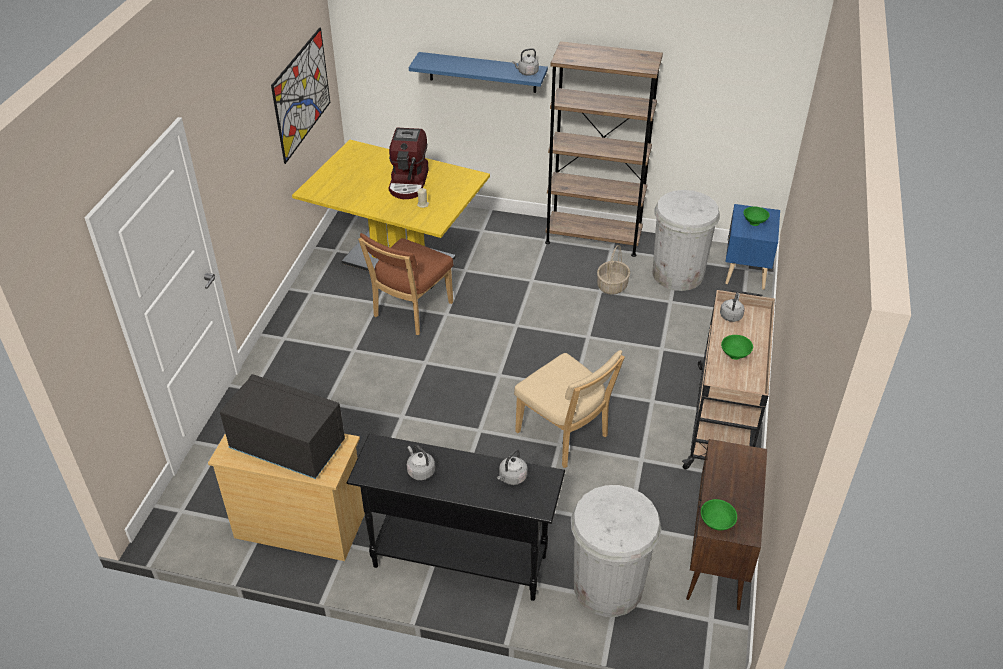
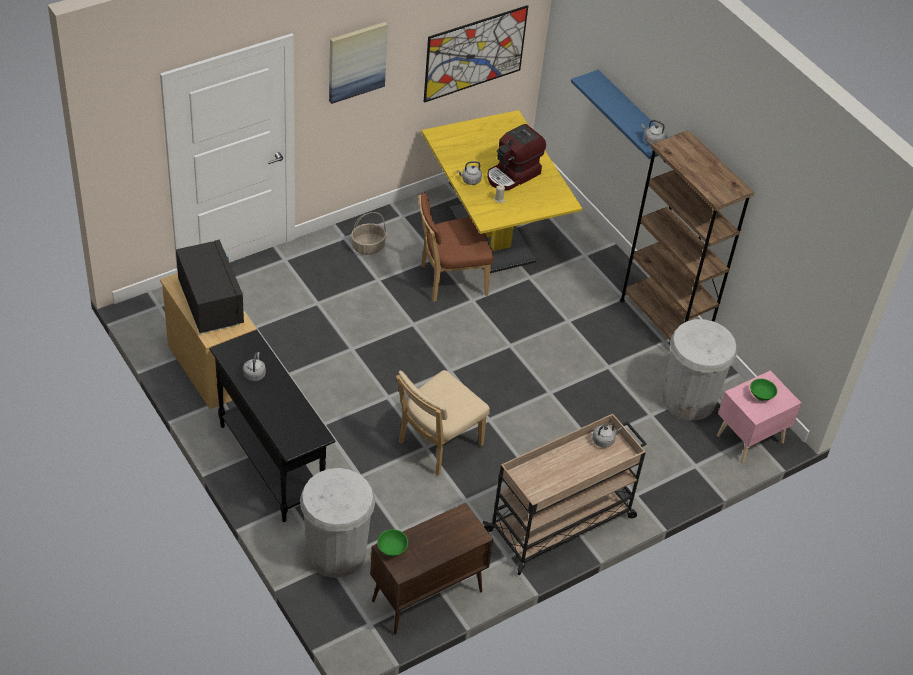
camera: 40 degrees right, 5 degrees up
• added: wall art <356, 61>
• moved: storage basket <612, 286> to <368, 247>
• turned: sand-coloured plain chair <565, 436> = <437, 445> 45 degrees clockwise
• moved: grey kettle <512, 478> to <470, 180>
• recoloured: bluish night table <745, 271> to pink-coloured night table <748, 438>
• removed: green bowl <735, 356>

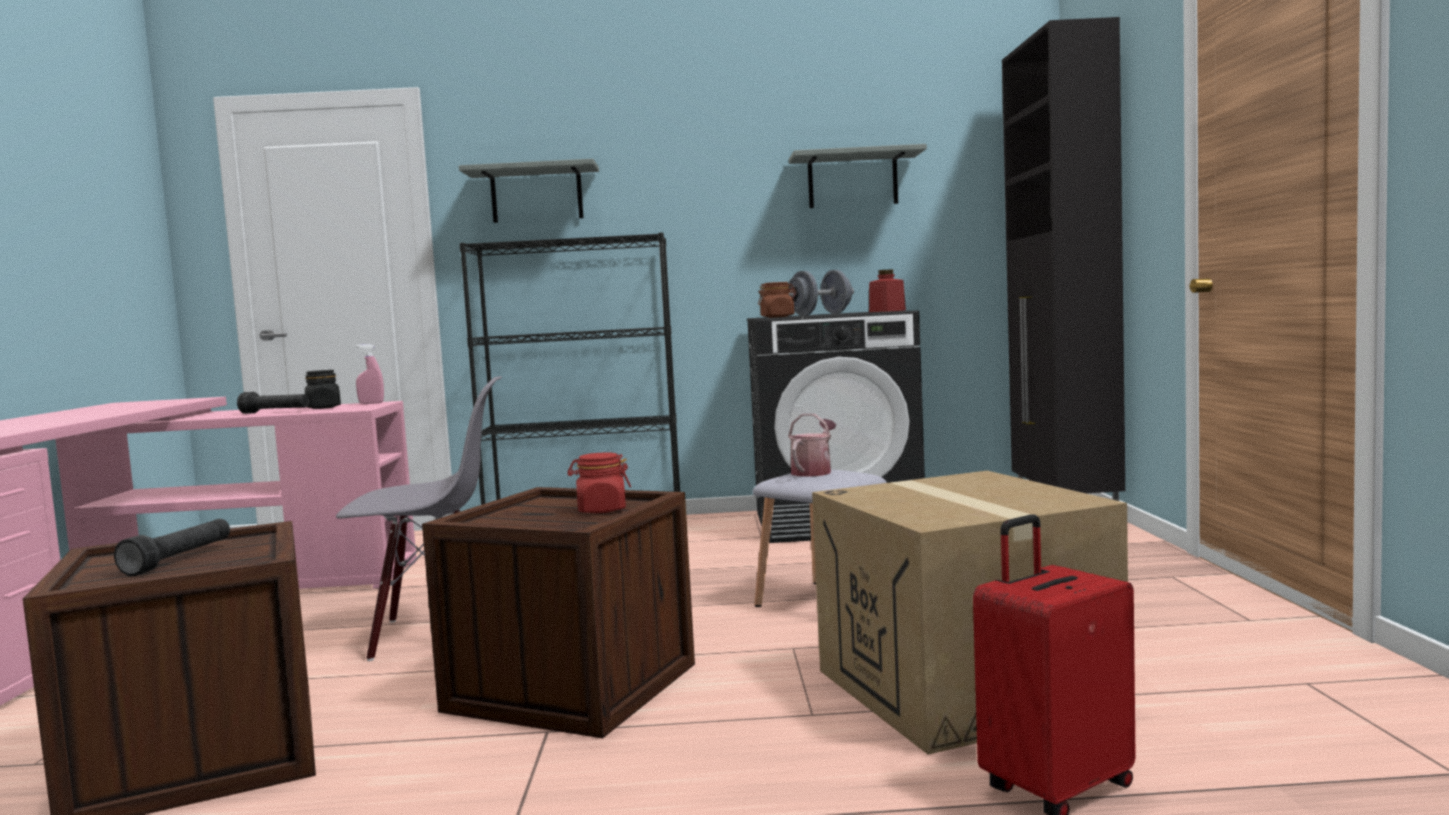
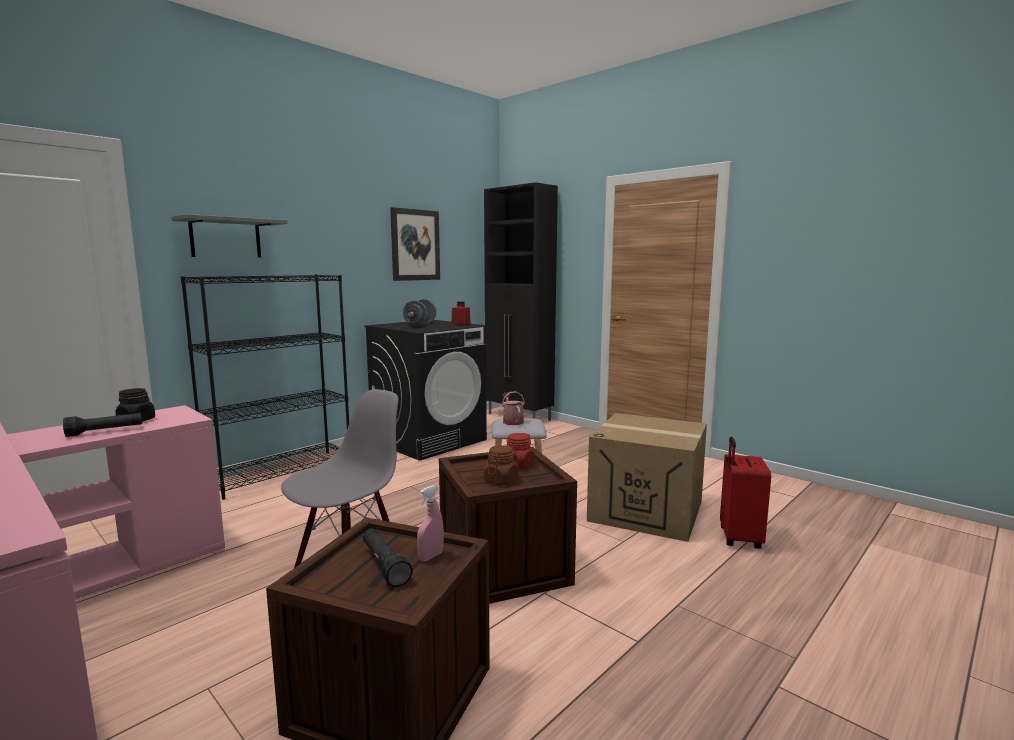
camera: 45 degrees left, 5 degrees up
• replaced: grey shelf <852, 180> to wall art <415, 245>
• moved: pink-coloured hand sprayer <371, 403> to <431, 556>
• moved: brown preserve jar <777, 317> to <501, 480>

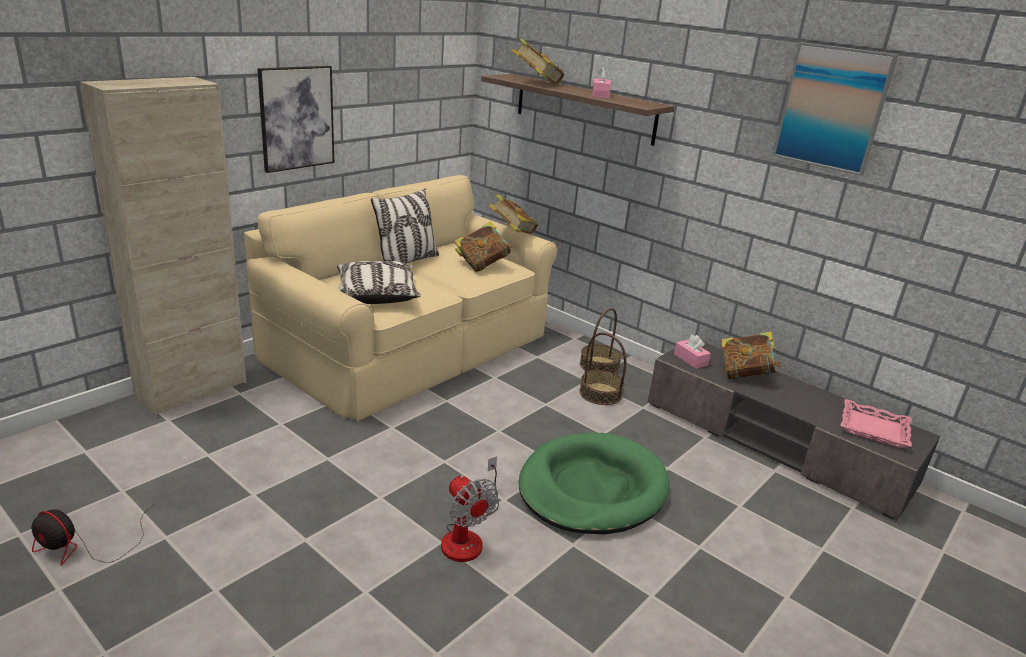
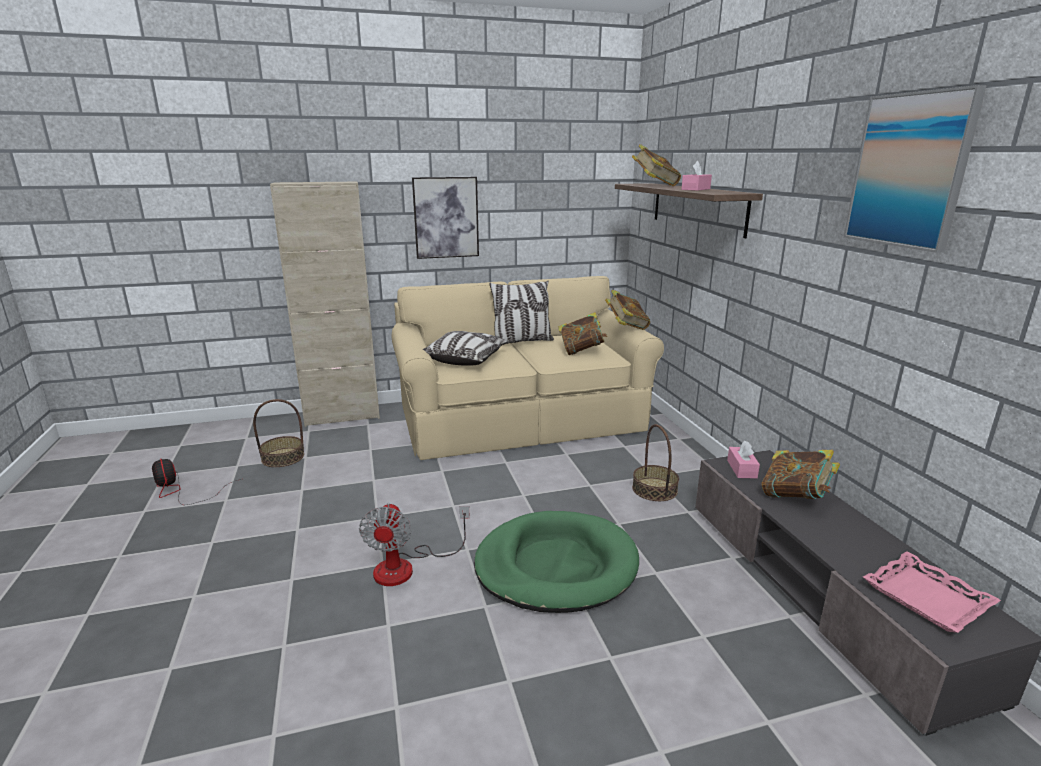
camera: 35 degrees right, 5 degrees down
• moved: storage basket <599, 365> to <283, 457>

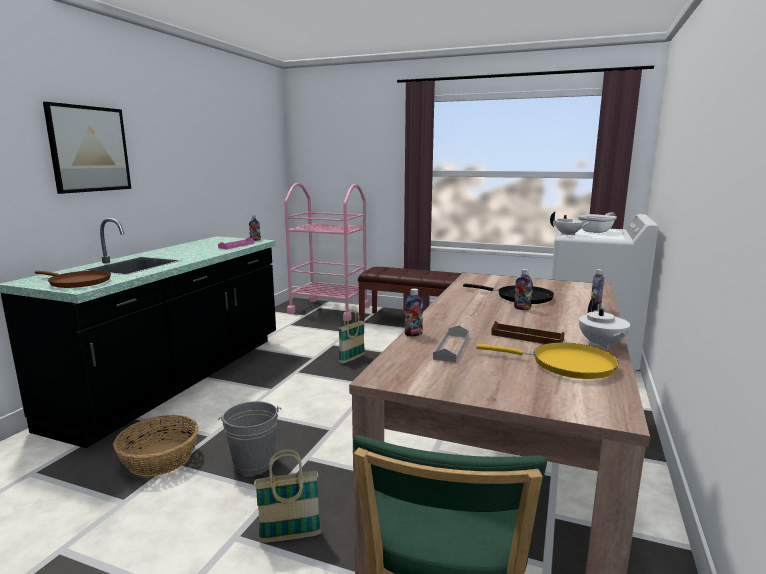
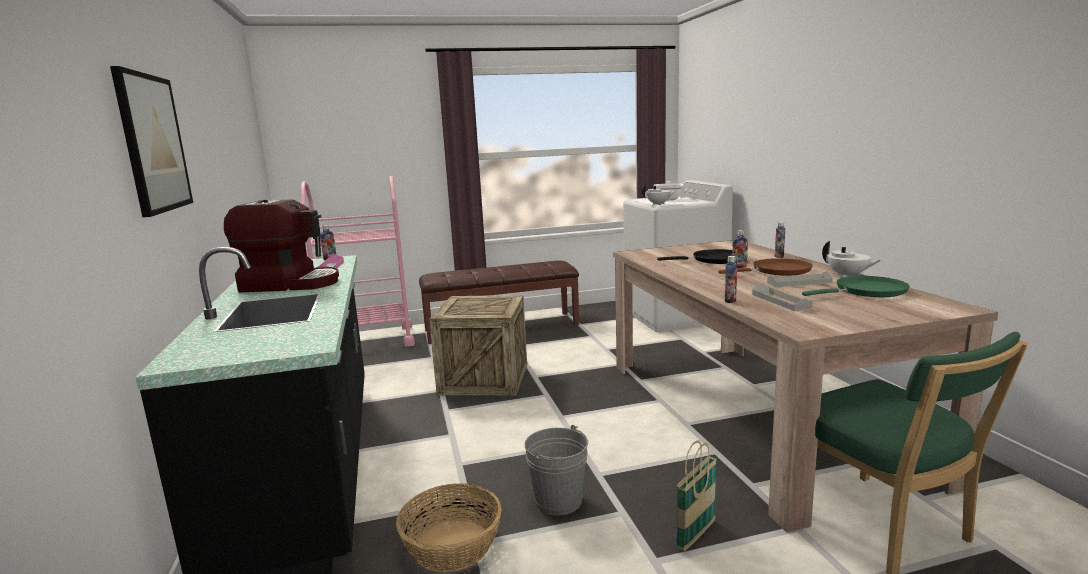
camera: 35 degrees left, 0 degrees up
• added: coffee brewer <291, 284>
• replaced: storage basket <352, 359> to shipping crate <484, 379>
• moved: brown skillet <77, 282> to <777, 271>
• recoloured: brown tray <527, 337> to grey tray <799, 283>
• recoloured: yellow-coloured skillet <566, 364> to green skillet <866, 291>

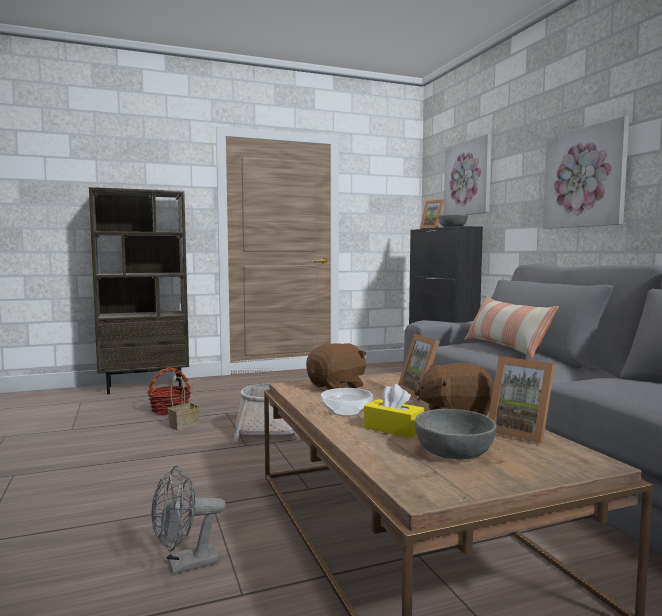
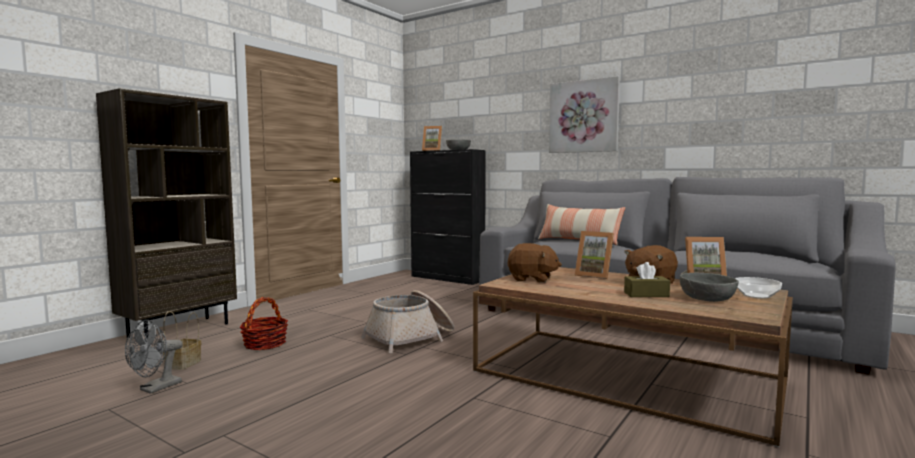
camera: 35 degrees left, 0 degrees up
• moved: grey fan <185, 565> to <155, 388>
• moved: storage basket <183, 426> to <183, 364>
• turned: brown soft toy <337, 386> = <532, 279> 90 degrees clockwise
• recoloured: yellow-coloured tissue holder <393, 429> to brown tissue holder <646, 294>
• moved: bowl <347, 412> to <757, 296>
• removed: wall art <468, 178>

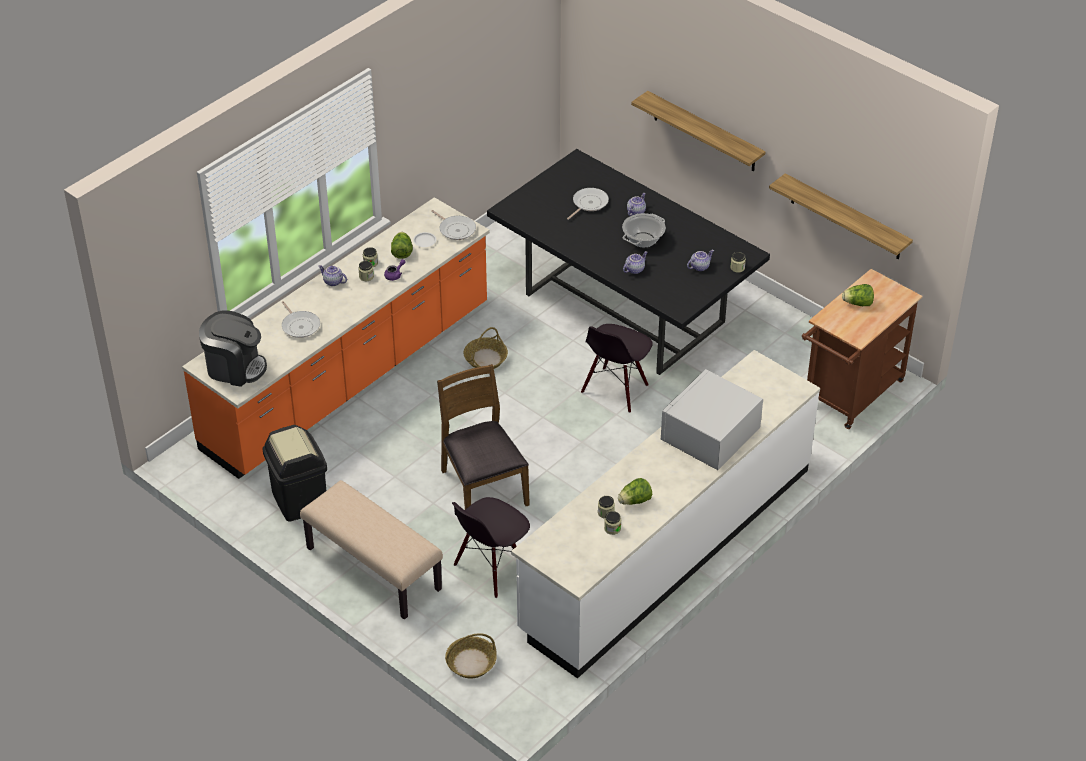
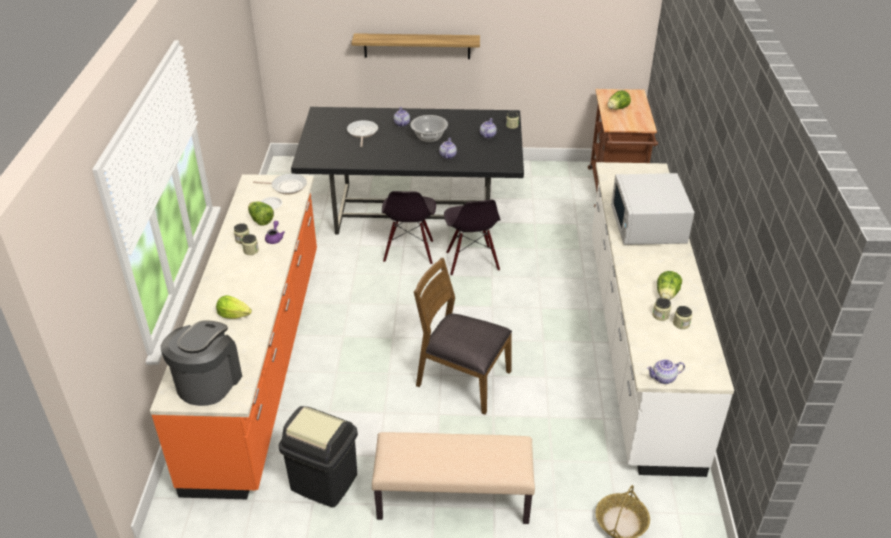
camera: 40 degrees left, 5 degrees down
• turned: coffee brewer <235, 367> = <208, 381> 45 degrees counterclockwise
• replaced: skillet <300, 325> to head of lettuce <233, 315>
• moved: black plain chair <491, 569> to <409, 252>
• moved: tea pot <333, 282> to <663, 378>
• removed: storage basket <485, 358>
• removed: shelf <846, 217>

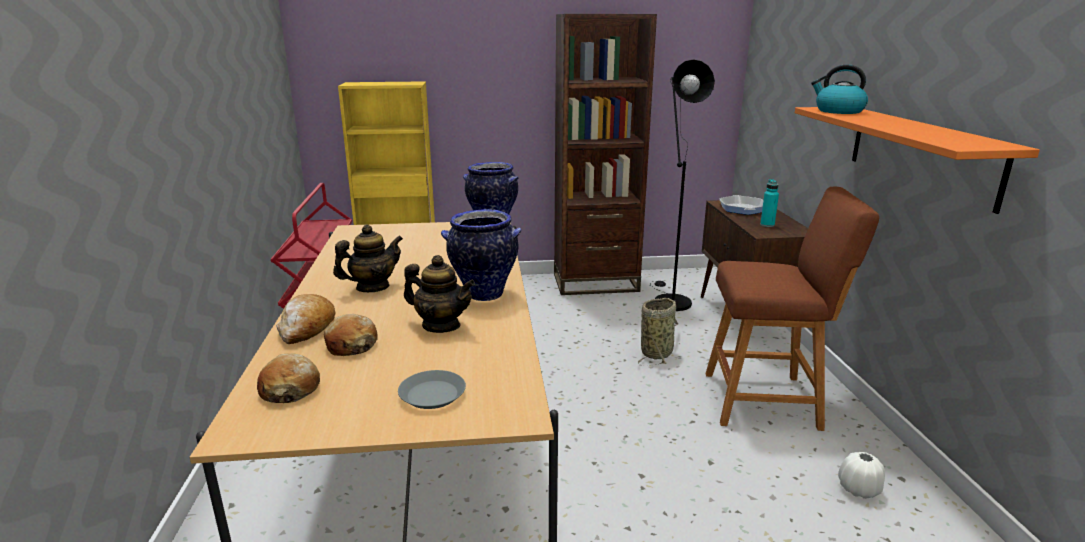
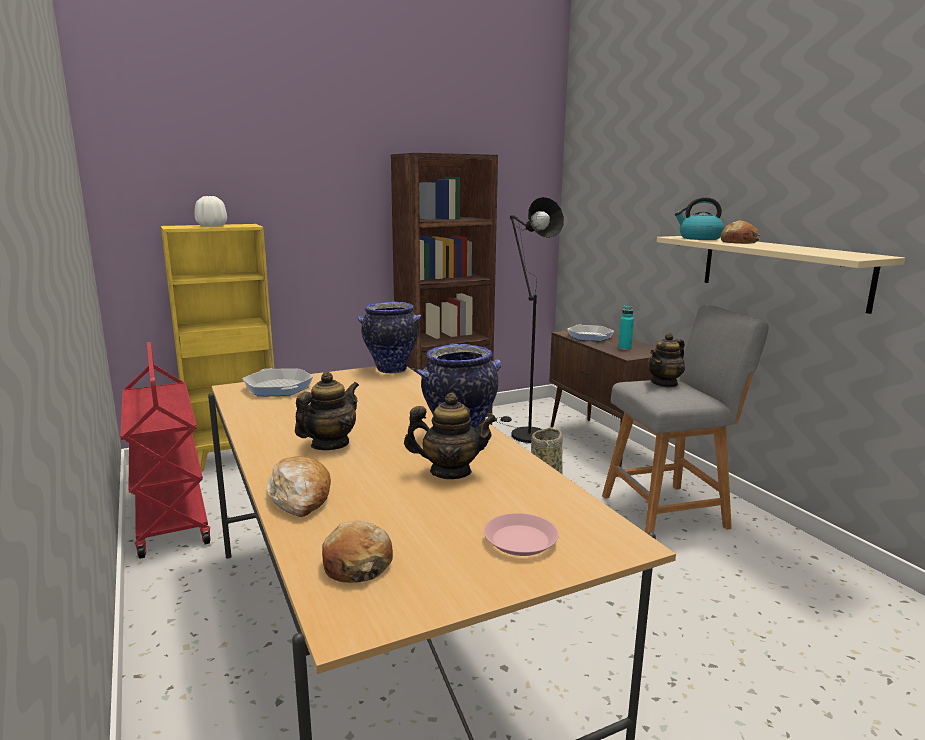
camera: 20 degrees left, 5 degrees down
• moved: whitish flower vase <858, 489> to <212, 226>
• added: skillet <278, 388>
• recoloured: grey flat dish <433, 394> to pink-coloured flat dish <520, 540>
• recoloured: brown stool <767, 400> to grey stool <669, 511>
• added: tea pot <665, 383>
• recoloured: orangey shelf <921, 153> to sand-coloured shelf <781, 270>
• moved: bread <351, 345> to <739, 242>

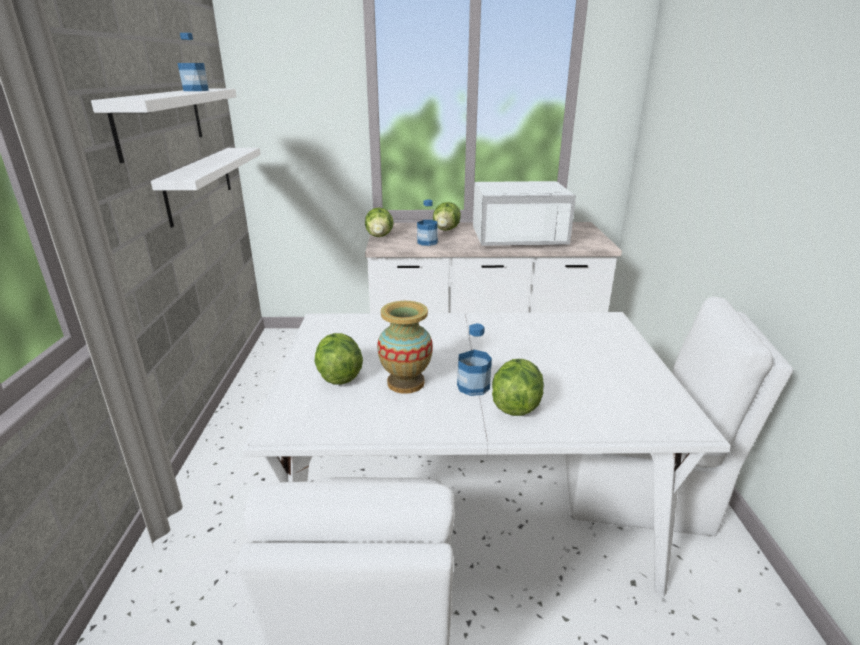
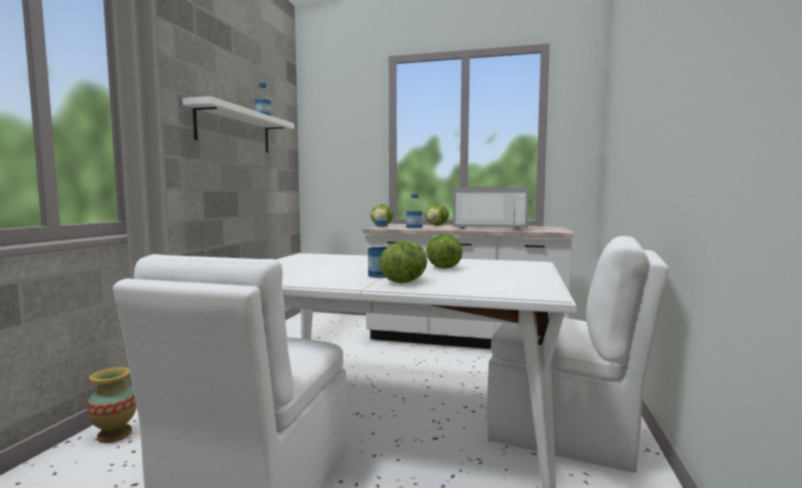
camera: 15 degrees right, 20 degrees down
• moved: flower vase <405, 383> to <114, 435>
• moved: head of lettuce <339, 376> to <443, 267>
• removed: whitish shelf <199, 184>

